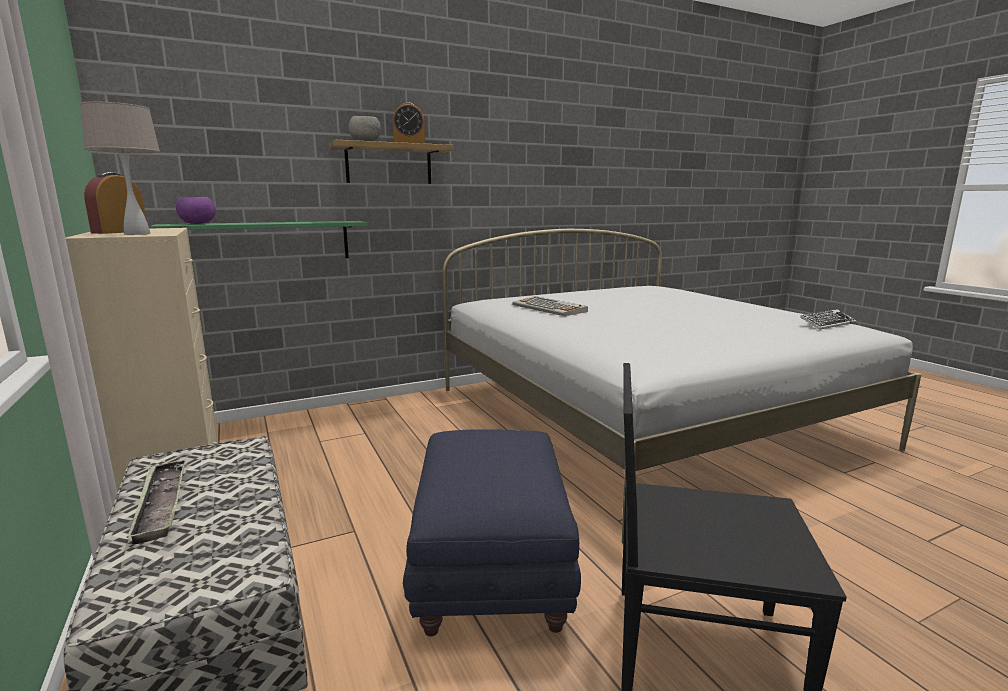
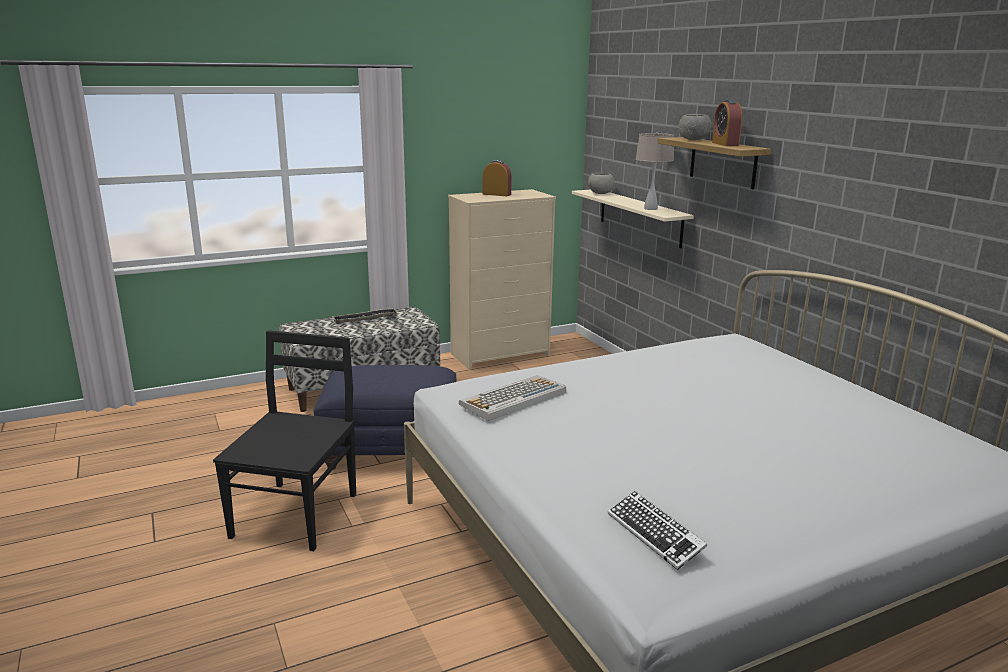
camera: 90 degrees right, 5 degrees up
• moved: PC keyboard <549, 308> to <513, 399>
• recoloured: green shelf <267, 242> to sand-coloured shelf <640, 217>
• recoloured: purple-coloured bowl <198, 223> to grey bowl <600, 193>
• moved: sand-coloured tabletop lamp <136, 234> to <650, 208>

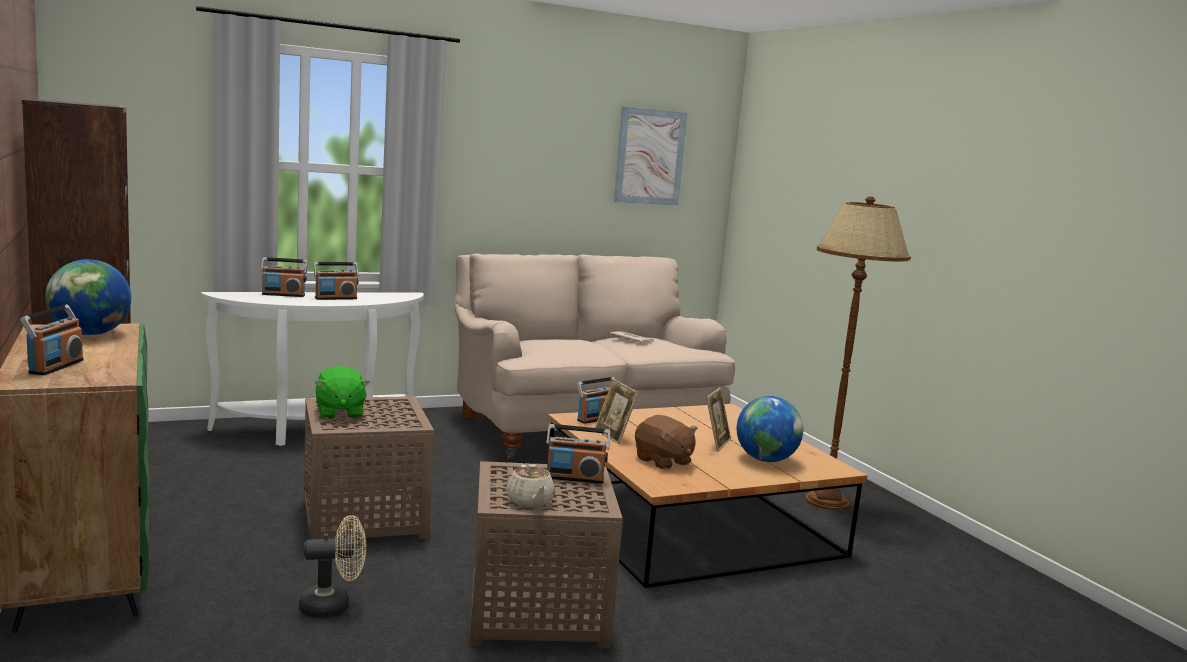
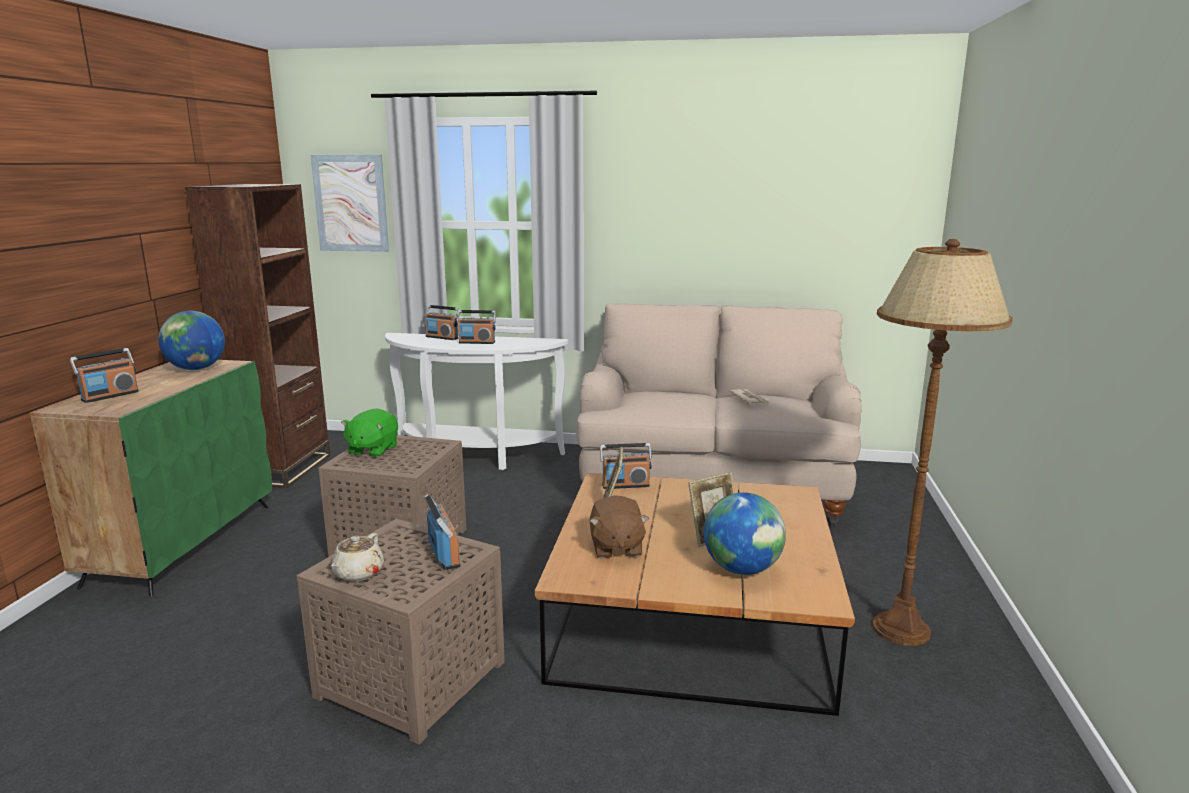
camera: 35 degrees right, 5 degrees up
• moved: wall art <650, 157> to <351, 203>
• turned: radio set <575, 478> = <444, 555> 150 degrees counterclockwise
• removed: sand-coloured fan <333, 606>

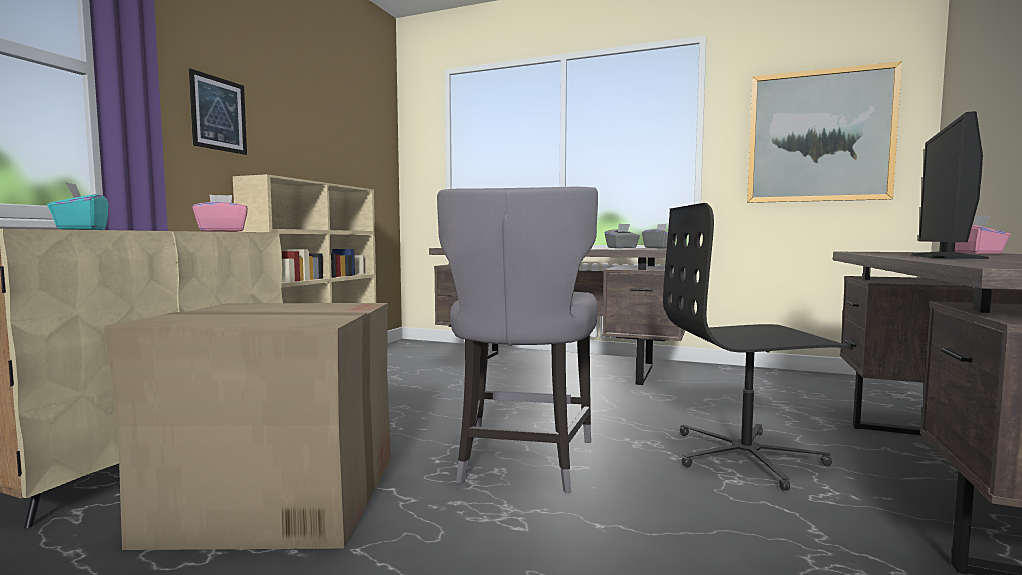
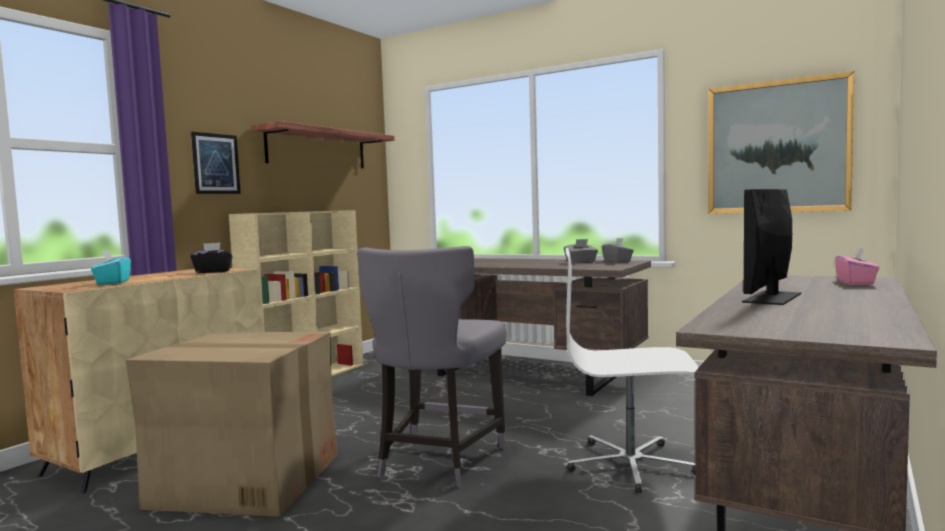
camera: 10 degrees right, 0 degrees up
• recoloured: pink-coloured tissue holder <222, 231> to black tissue holder <213, 271>
• added: shelf <317, 149>
• recoloured: black computer chair <747, 456> to whitish computer chair <631, 465>

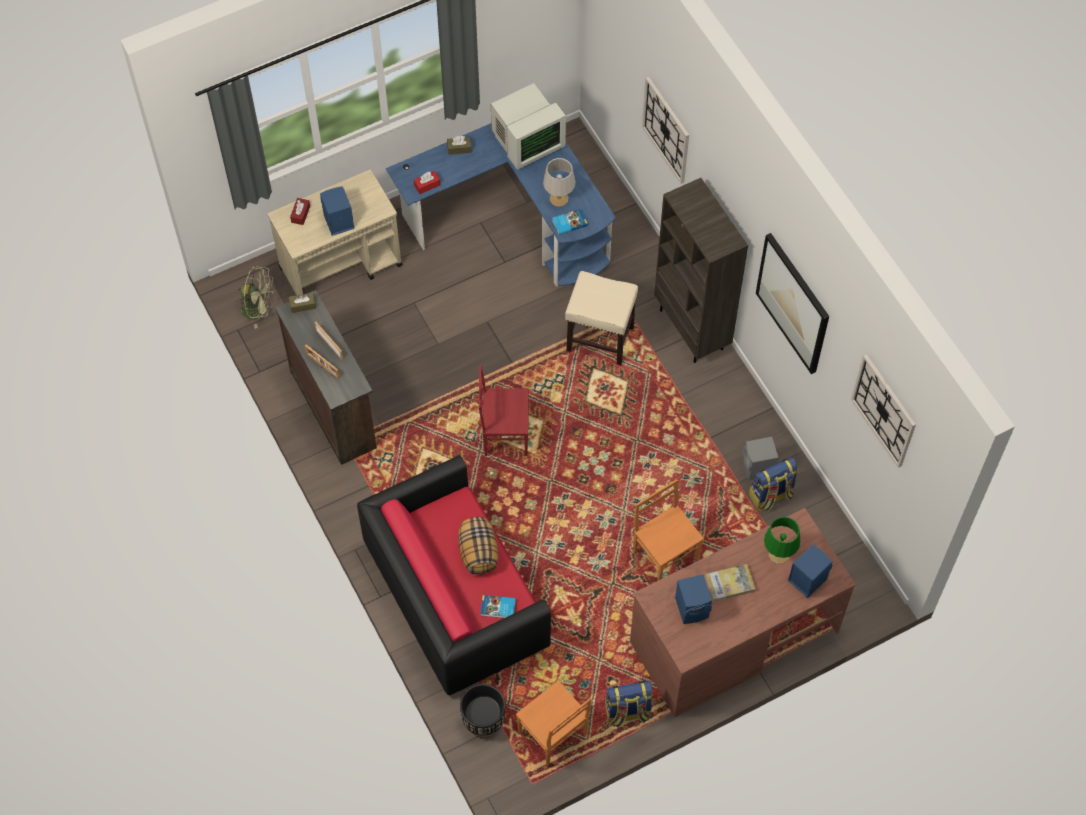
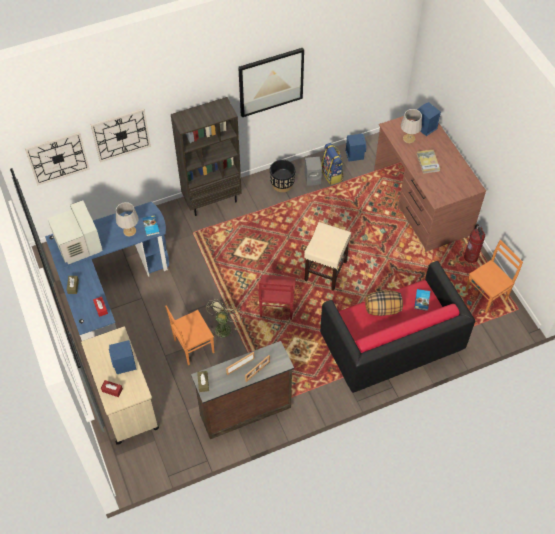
camera: 85 degrees left, 5 degrees down
• moved: hanging clock <884, 410> to <57, 158>
• moved: orangey plain chair <665, 555> to <193, 346>
• moved: green fan <258, 310> to <223, 327>
• moved: black flower pot <483, 720> to <282, 184>
• moved: sand-coloured stool <599, 339> to <325, 271>
• moved: bluish loudspeaker <693, 608> to <354, 154>
• recoloured: green tabletop lamp <779, 554> to grey tabletop lamp <409, 138>
• replaced: rucksack <627, 712> to fire extinguisher <471, 257>

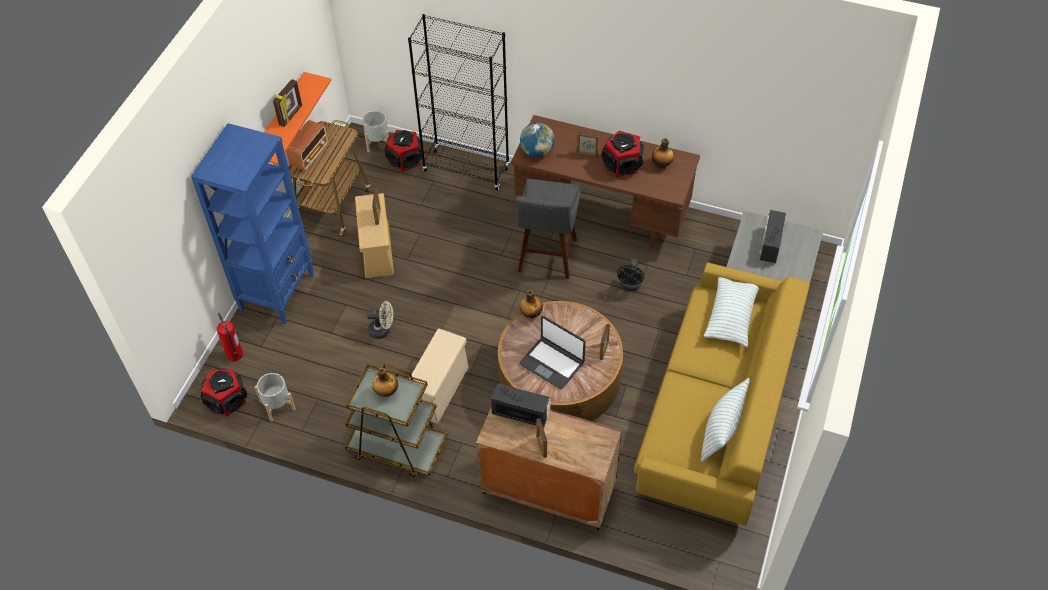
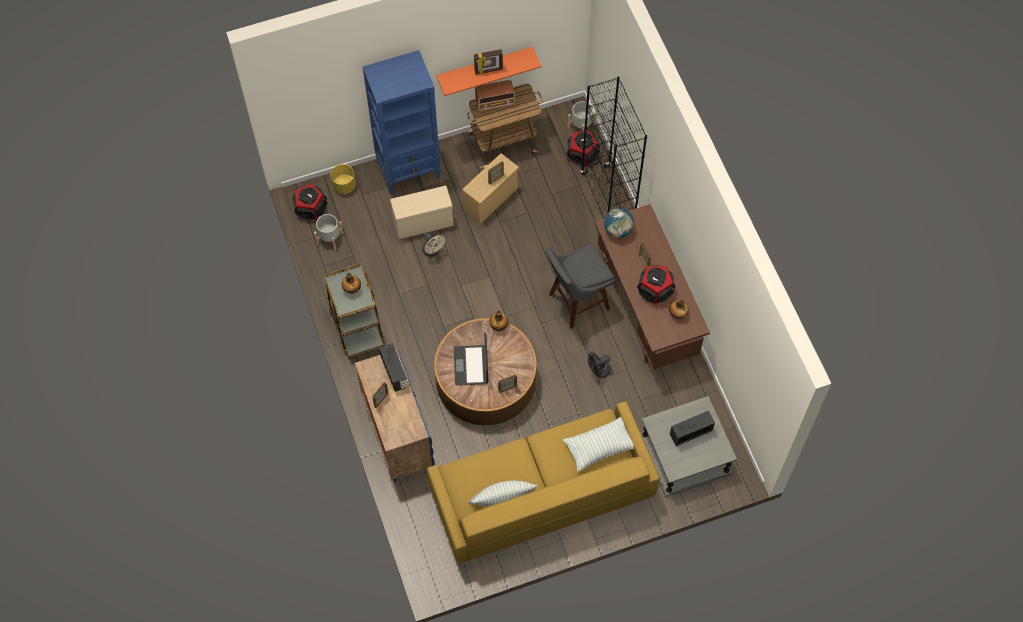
camera: 50 degrees right, 10 degrees up
• replaced: fire extinguisher <235, 354> to yellow-coloured flower pot <344, 185>
• recoloured: brown cabinet <547, 490> to bluish cabinet <397, 432>
• moved: sand-coloured storage box <439, 391> to <422, 223>

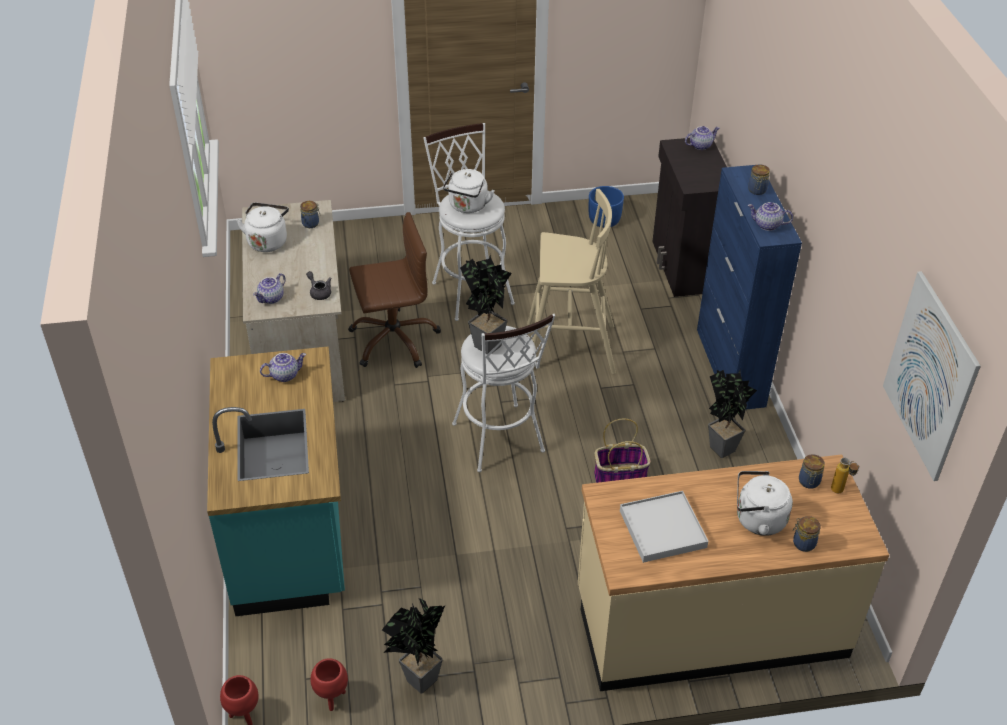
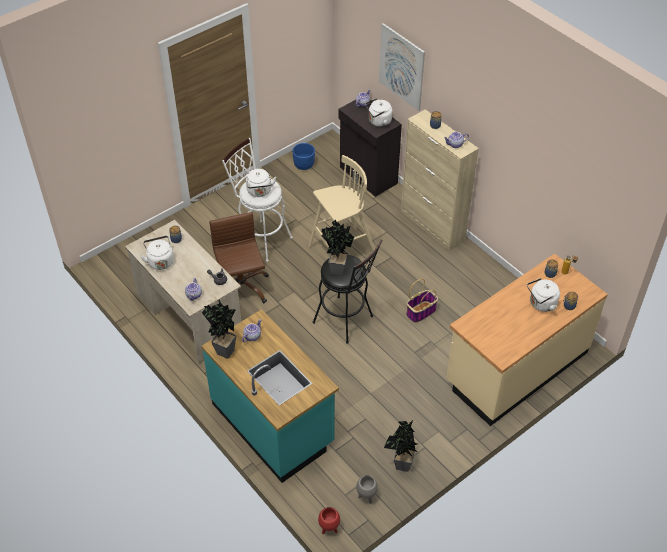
camera: 30 degrees left, 5 degrees up
• moved: potted plant <721, 445> to <224, 349>
• turned: brown computer chair <394, 340> = <241, 288> 60 degrees counterclockwise
• recoloured: whitish stool <501, 443> to black stool <347, 322>
• recoloured: reddish flower pot <332, 698> to grey flower pot <366, 497>
• added: whitish kettle <378, 121>
• moved: wall art <929, 376> to <401, 67>
• recoloured: bluish cabinet <730, 368> to sand-coloured cabinet <432, 226>
• removed: whitish tray <662, 529>

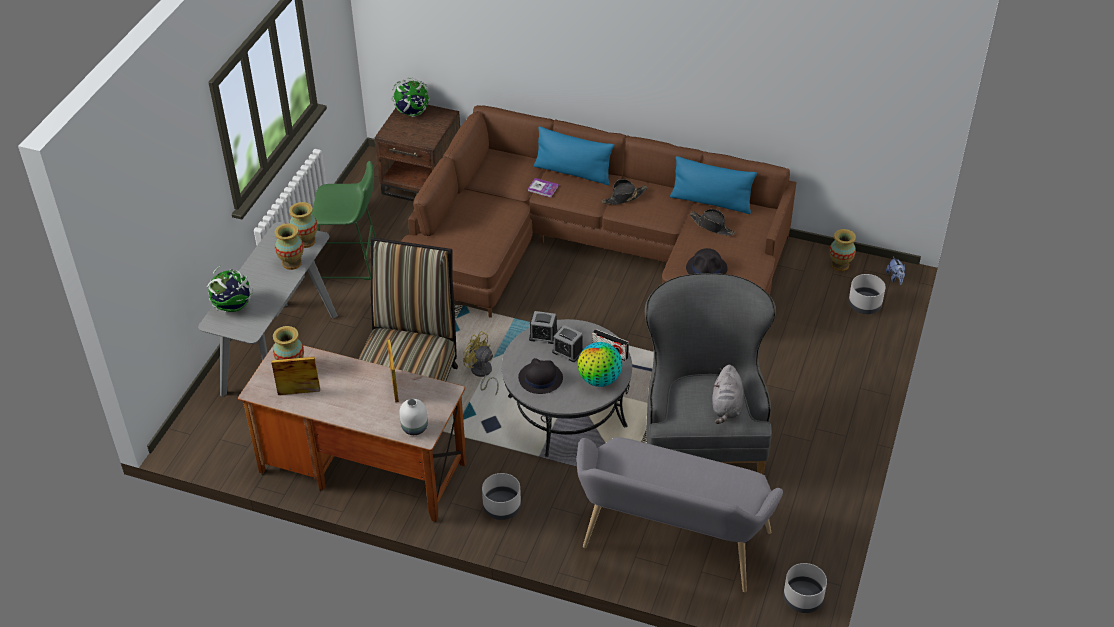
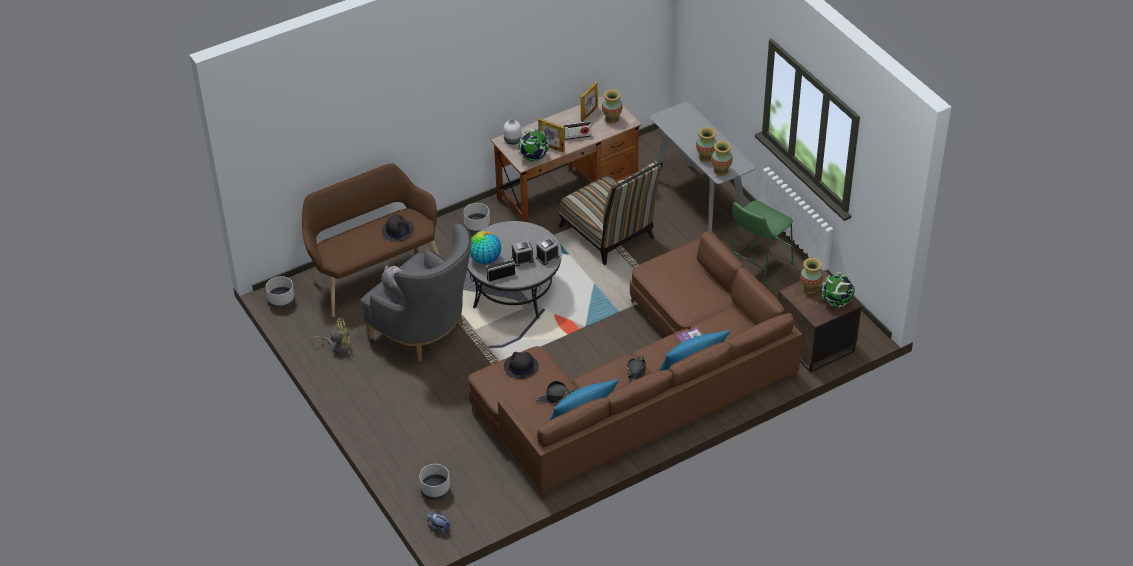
camera: 130 degrees right, 0 degrees up
• recoloured: grey indoor bench <671, 545> to brown indoor bench <374, 274>
• moved: yellow-coloured fan <482, 373> to <337, 346>
• moved: black clothing hat <540, 378> to <398, 230>
• moved: desk globe <233, 307> to <533, 158>
• added: radio set <577, 136>
• moved: flower vase <840, 265> to <810, 288>

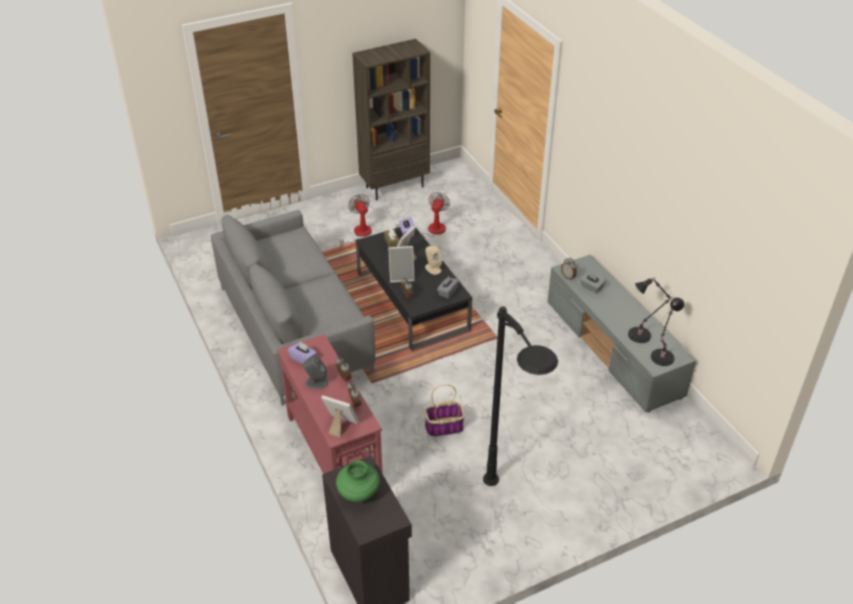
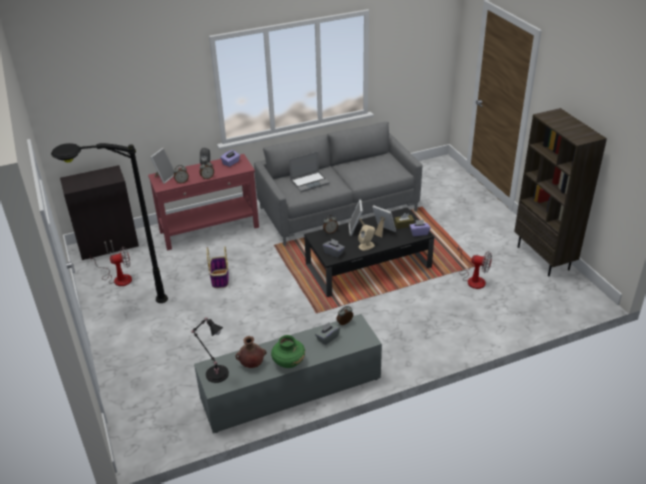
camera: 95 degrees right, 5 degrees down
• moved: fan <359, 235> to <118, 278>
• replaced: black tabletop lamp <641, 335> to brown flower vase <251, 364>
• moved: green flower vase <358, 493> to <288, 362>
• added: portable computer <310, 182>

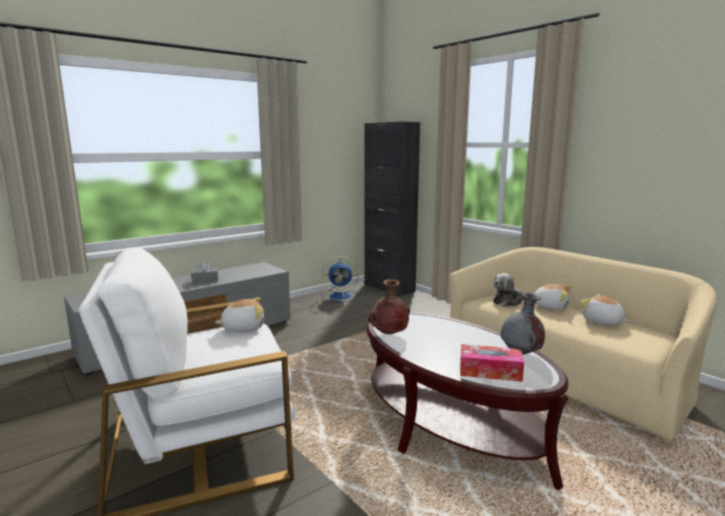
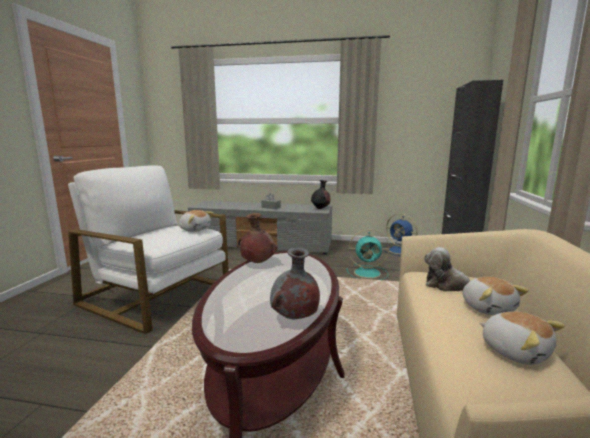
camera: 50 degrees right, 0 degrees up
• added: black flower vase <320, 208>
• added: turquoise fan <368, 273>
• turned: soft toy <602, 322> = <515, 351> 135 degrees clockwise
• removed: tissue holder <490, 371>

